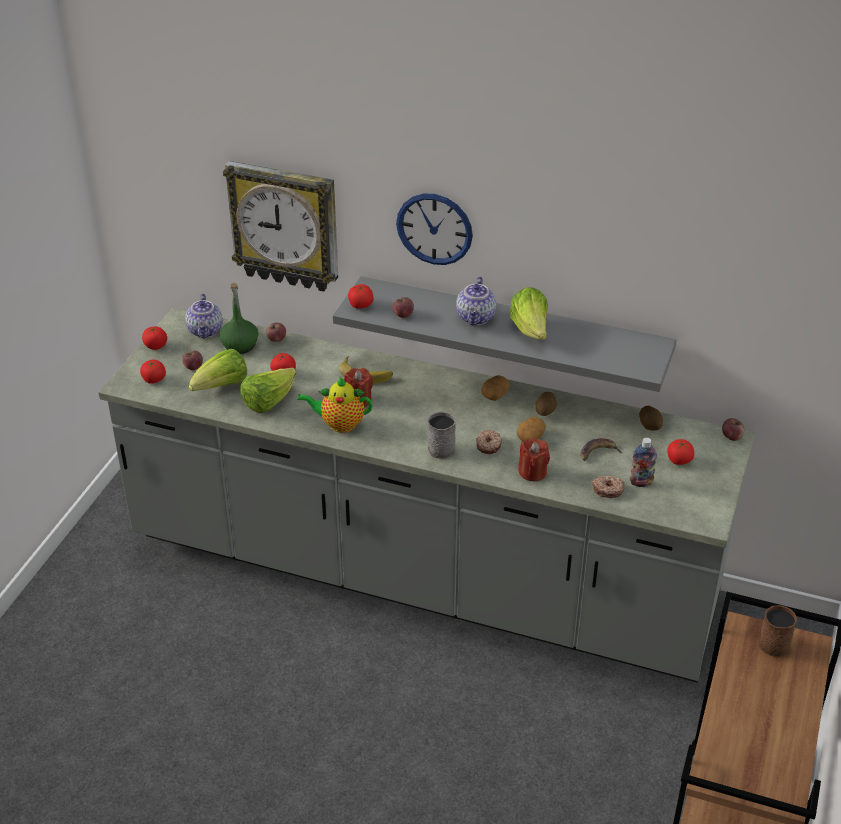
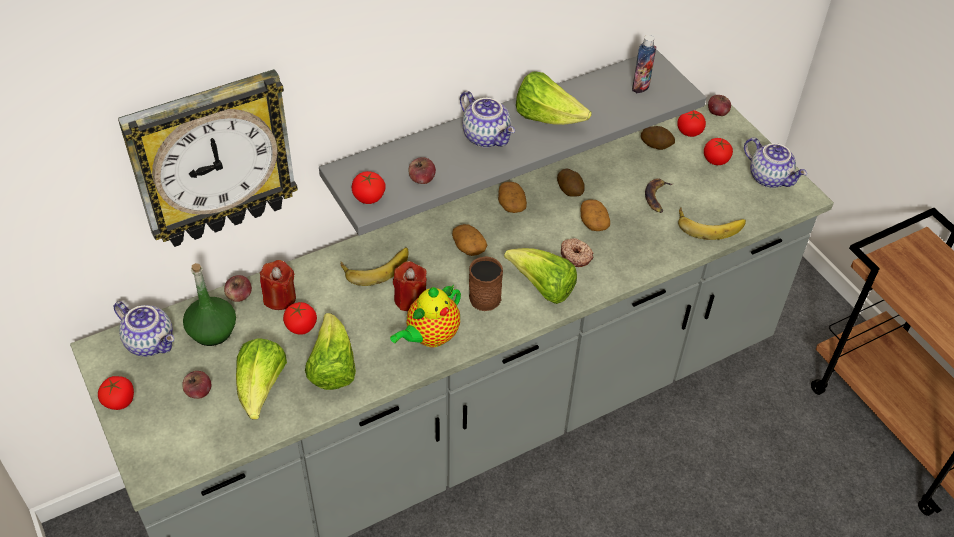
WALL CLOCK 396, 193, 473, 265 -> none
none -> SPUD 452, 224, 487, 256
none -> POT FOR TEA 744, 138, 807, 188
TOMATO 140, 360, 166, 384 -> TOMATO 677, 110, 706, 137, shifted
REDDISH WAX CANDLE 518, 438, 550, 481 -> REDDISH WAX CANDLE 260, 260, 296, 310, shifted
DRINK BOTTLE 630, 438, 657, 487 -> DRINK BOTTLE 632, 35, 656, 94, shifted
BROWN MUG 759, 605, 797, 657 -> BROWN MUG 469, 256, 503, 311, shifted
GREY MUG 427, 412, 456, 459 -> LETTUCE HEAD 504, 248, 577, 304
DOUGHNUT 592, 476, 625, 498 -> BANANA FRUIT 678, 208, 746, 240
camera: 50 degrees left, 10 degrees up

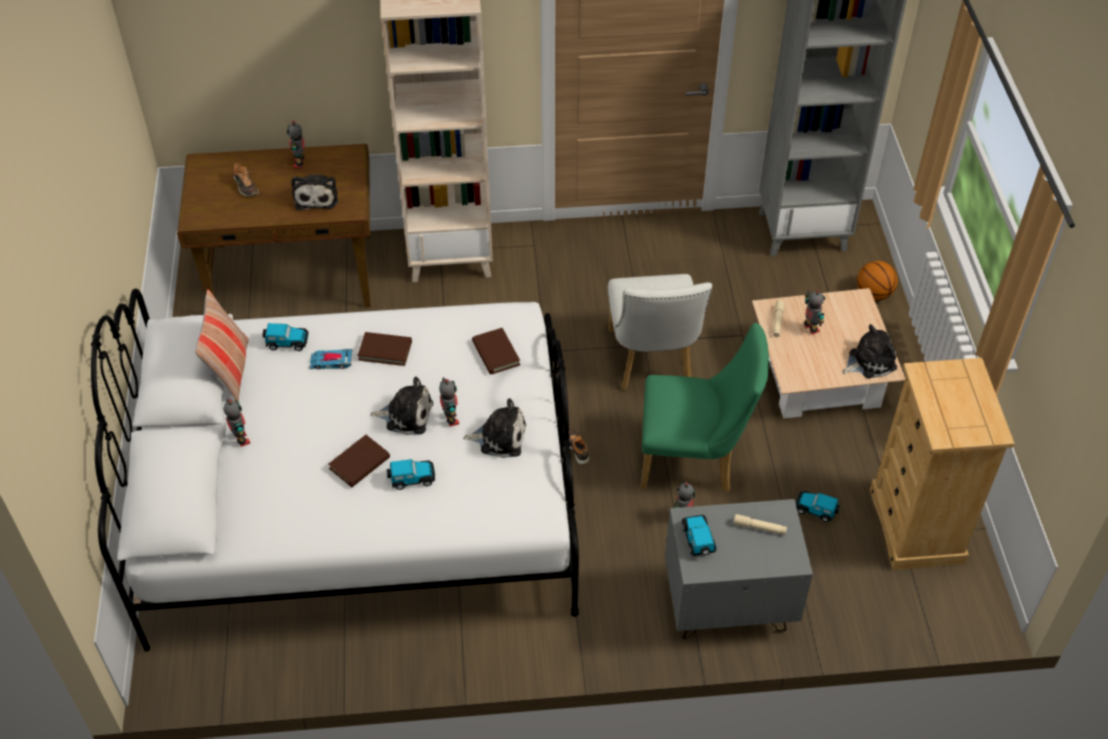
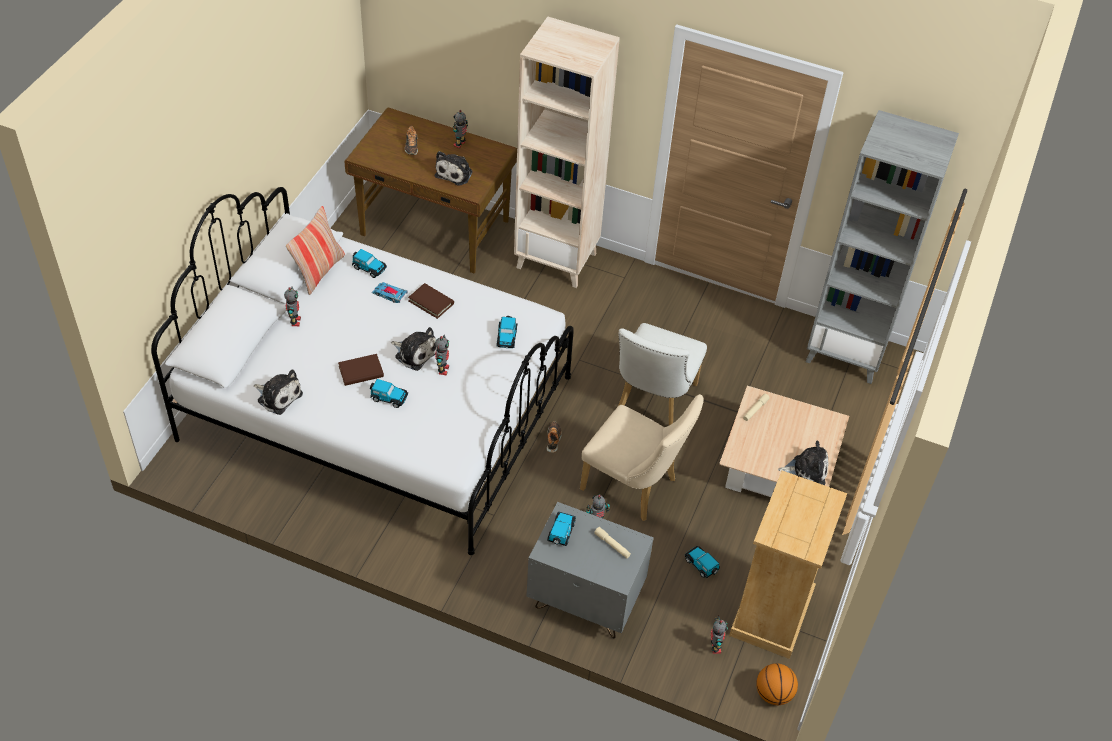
CUDDLY TOY 463, 398, 526, 458 -> CUDDLY TOY 253, 369, 303, 415, shifted
MODEL ROBOT 804, 290, 825, 335 -> MODEL ROBOT 711, 615, 728, 654, shifted
BASKETBALL 857, 261, 898, 301 -> BASKETBALL 756, 663, 798, 705, shifted
BROWN BOOK 472, 328, 520, 375 -> MODEL CAR 496, 316, 518, 348
GREENISH UPRIGHT CHAIR 641, 323, 769, 492 -> BEIGE-COLOURED UPRIGHT CHAIR 580, 394, 704, 521
camera: 25 degrees right, 0 degrees up

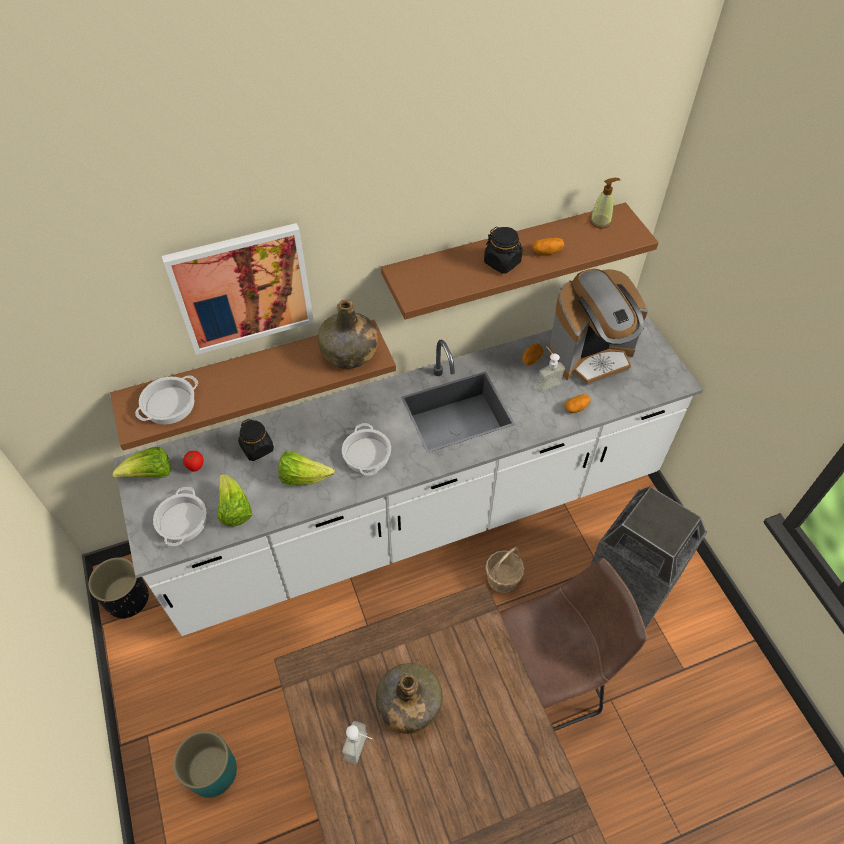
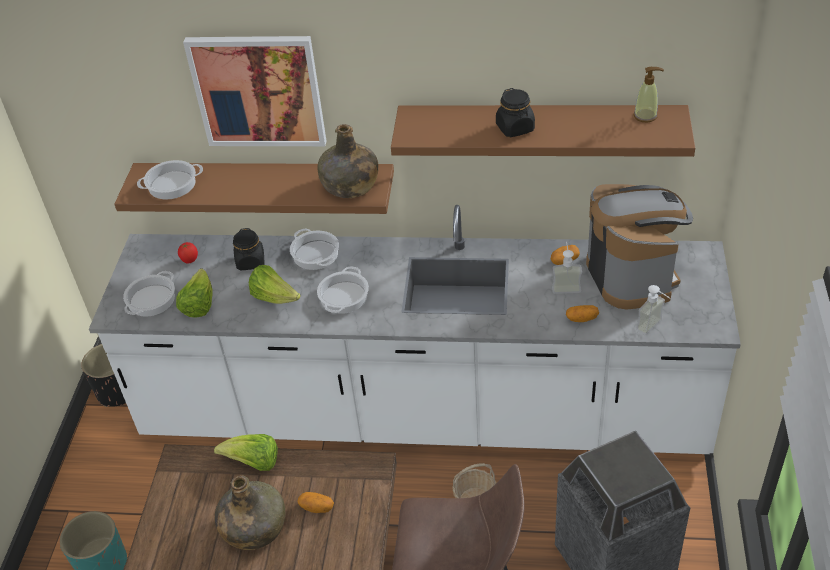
none -> SAUCEPOT 290, 228, 339, 270
LETTUCE HEAD 112, 447, 171, 478 -> LETTUCE HEAD 214, 434, 278, 471, shifted
LIQUID SOAP BOTTLE 342, 721, 373, 764 -> LIQUID SOAP BOTTLE 636, 285, 670, 335, shifted
SPUD 532, 238, 564, 255 -> SPUD 297, 492, 334, 513, shifted
COFFEE MACHINE 548, 269, 648, 386 -> COFFEE MACHINE 586, 184, 693, 310, 105 degrees counterclockwise
camera: 30 degrees right, 10 degrees down

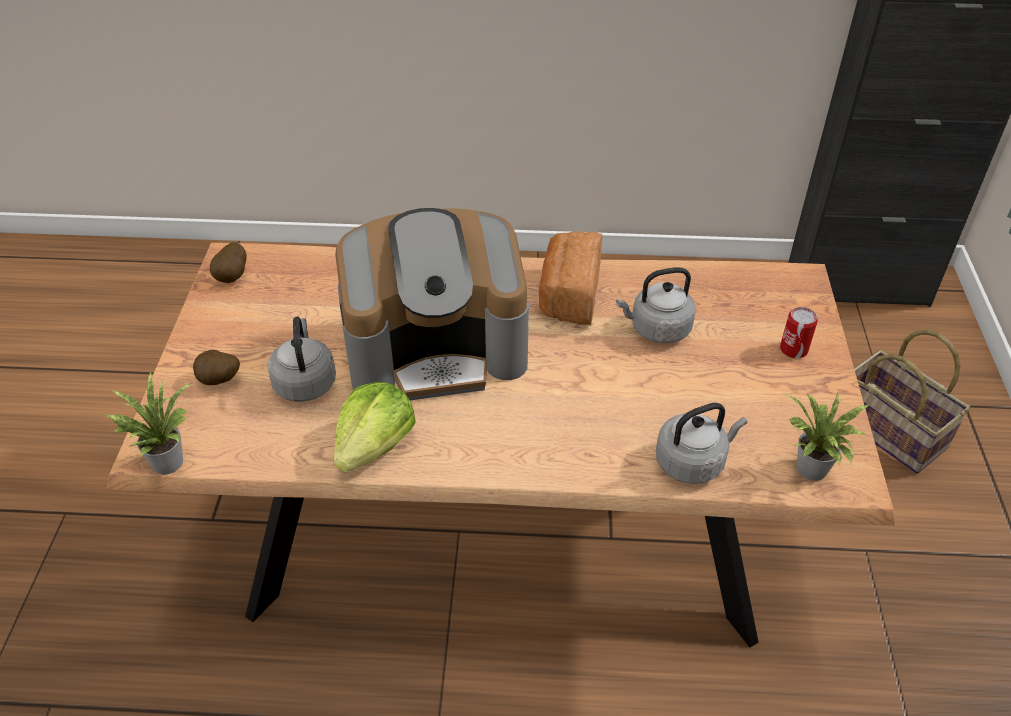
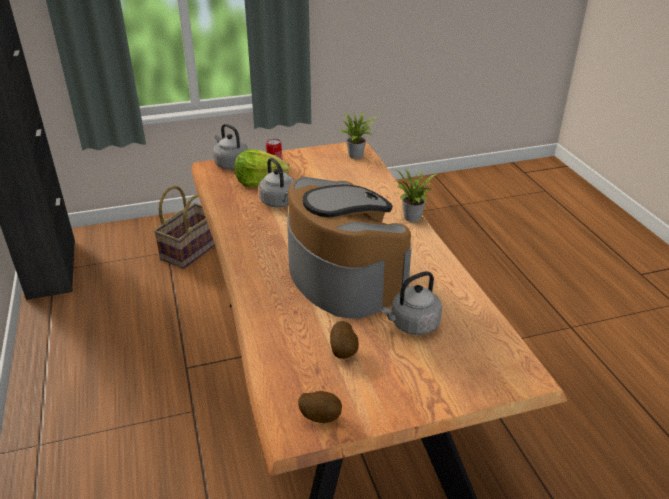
BREAD 539, 231, 602, 325 -> none
HOUSEPLANT 103, 372, 192, 475 -> HOUSEPLANT 392, 168, 437, 222, shifted
SPUD 193, 350, 240, 385 -> SPUD 330, 321, 359, 359, shifted
LETTUCE HEAD 333, 382, 416, 472 -> LETTUCE HEAD 235, 149, 290, 187, shifted
GREY TEA KETTLE 656, 403, 747, 484 -> GREY TEA KETTLE 213, 124, 248, 169, shifted
camera: 110 degrees left, 10 degrees down

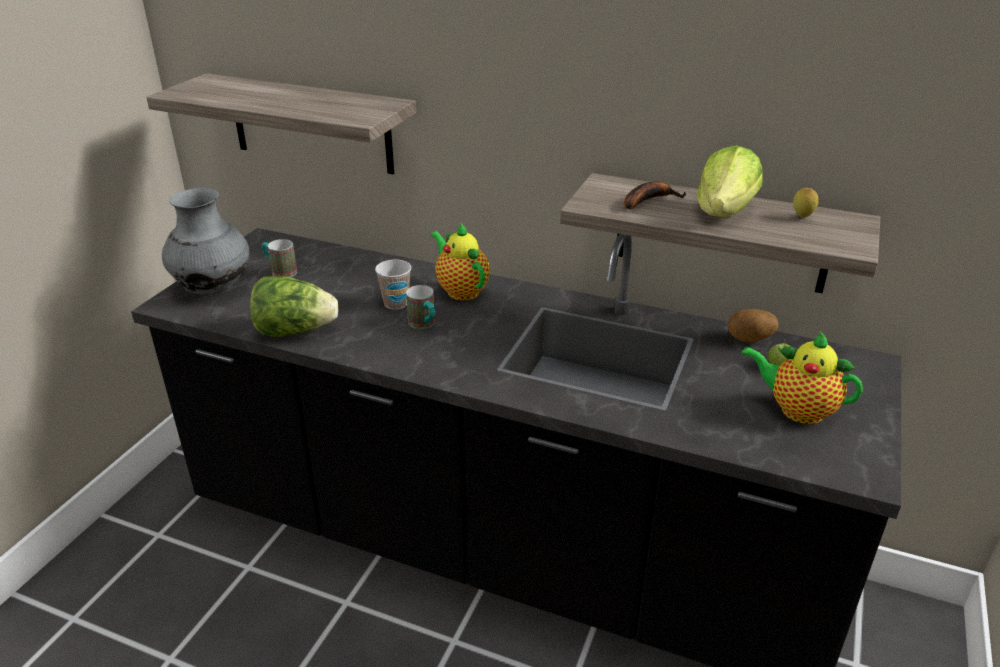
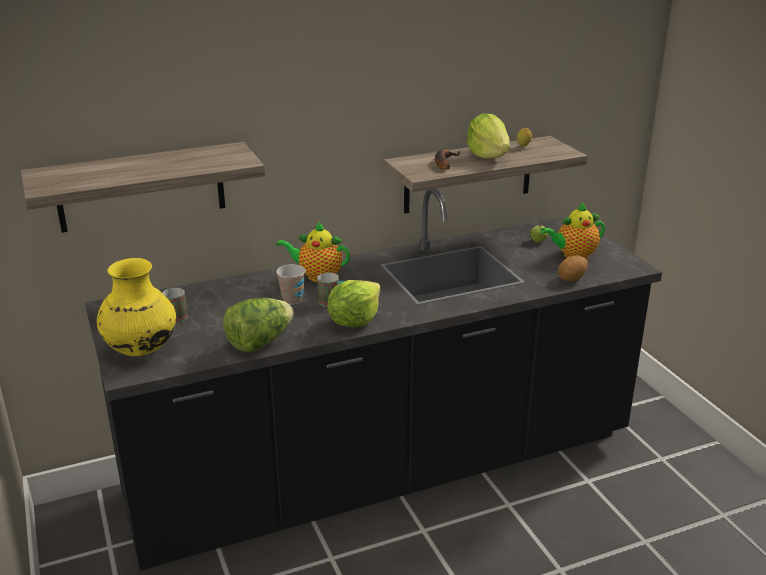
none -> LETTUCE HEAD 327, 280, 381, 327
SPUD 728, 309, 779, 343 -> SPUD 558, 255, 588, 282, shifted
GREY VASE 162, 188, 250, 294 -> YELLOWISH VASE 97, 258, 176, 356
camera: 45 degrees left, 5 degrees down

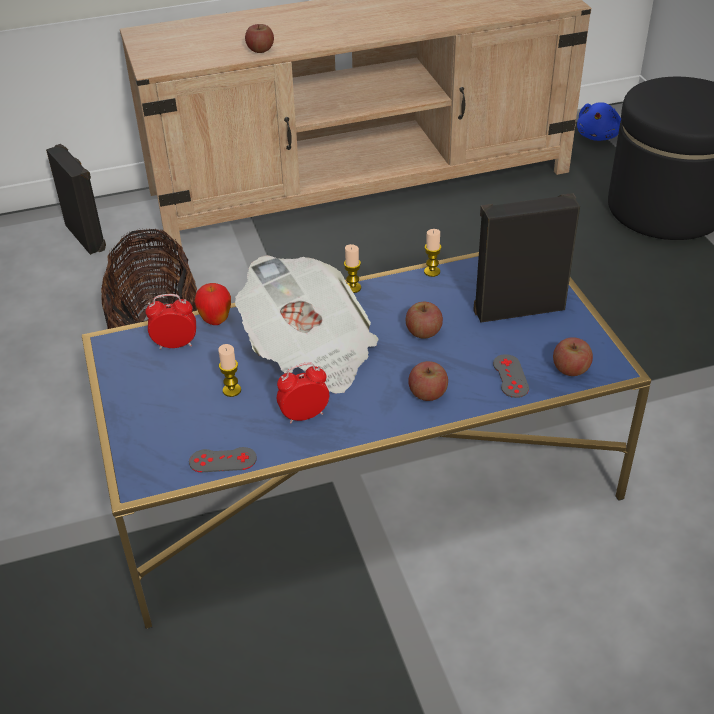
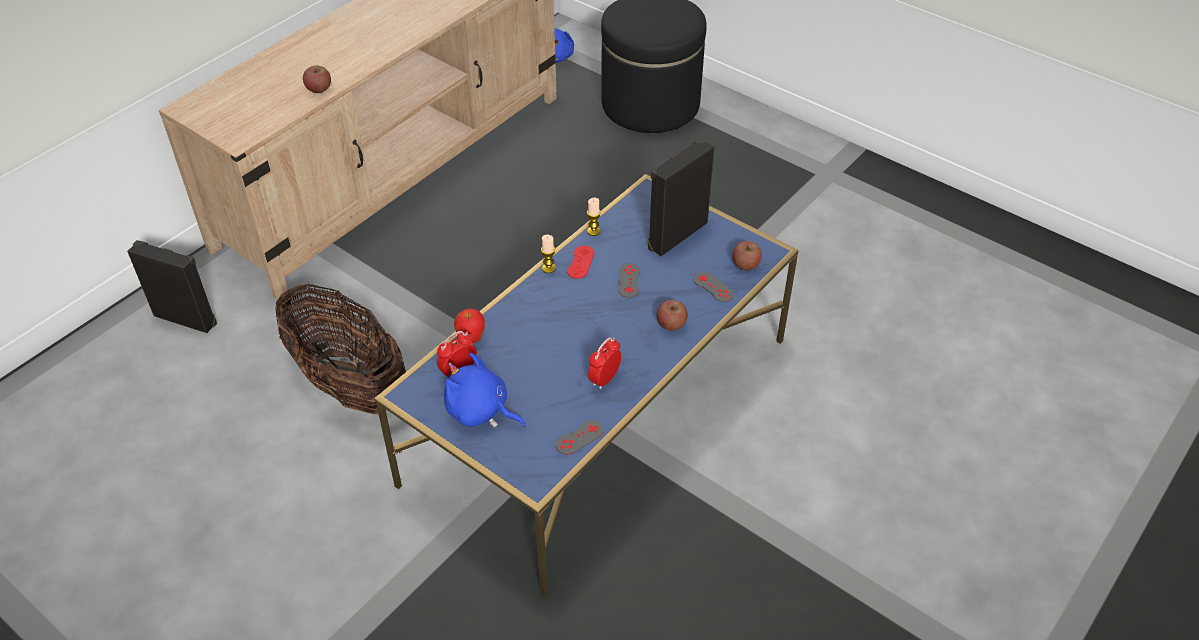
WAX CANDLE 218, 344, 241, 397 -> none
DAILY PAPER 235, 255, 379, 394 -> none
none -> BLUE-COLOURED CUDDLY TOY 444, 353, 526, 428
none -> REDDISH GAMEPAD 567, 246, 594, 279
WHOLE APPLE 405, 302, 443, 339 -> GREY GAMEPAD 618, 263, 640, 298
camera: 35 degrees left, 5 degrees up

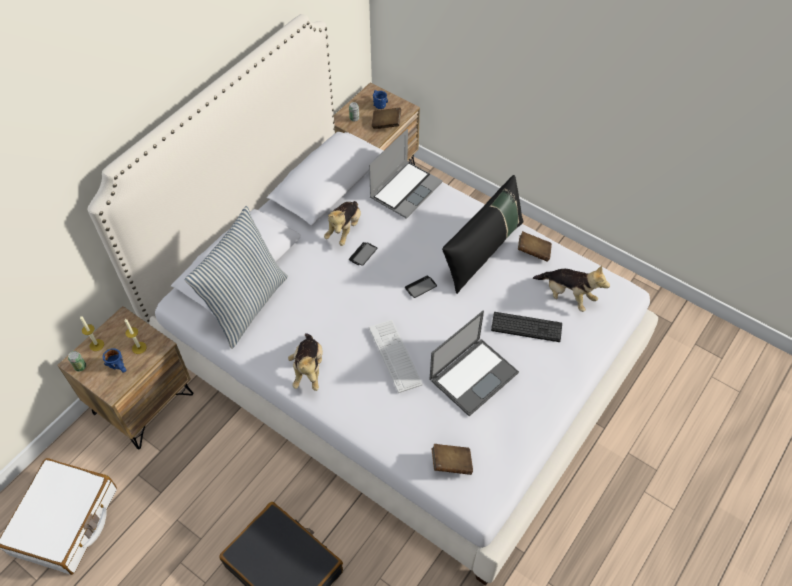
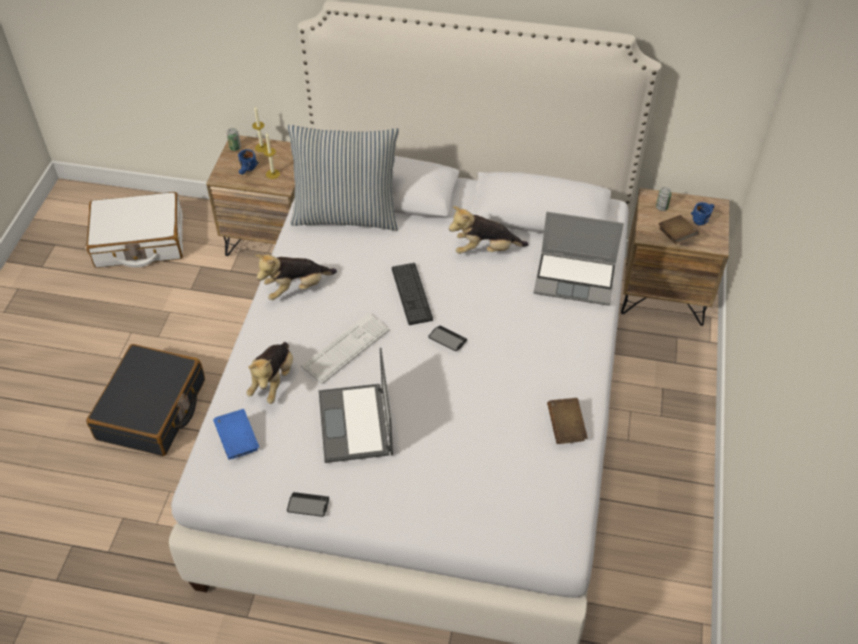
BLACK-COLOURED CUSHION 442, 175, 524, 294 -> none
TELEPHONE 349, 242, 378, 266 -> TELEPHONE 287, 492, 329, 517, shifted
COMPUTER KEYBOARD 491, 312, 562, 342 -> COMPUTER KEYBOARD 392, 263, 433, 325, shifted
CUDDLY TOY 533, 265, 610, 312 -> CUDDLY TOY 246, 342, 293, 404, shifted
BROWN BOOK 432, 444, 473, 475 -> BLUE-COLOURED BOOK 213, 409, 259, 459
LAPTOP 430, 311, 519, 416 -> LAPTOP 318, 348, 393, 463, 60 degrees clockwise
camera: 65 degrees right, 5 degrees down

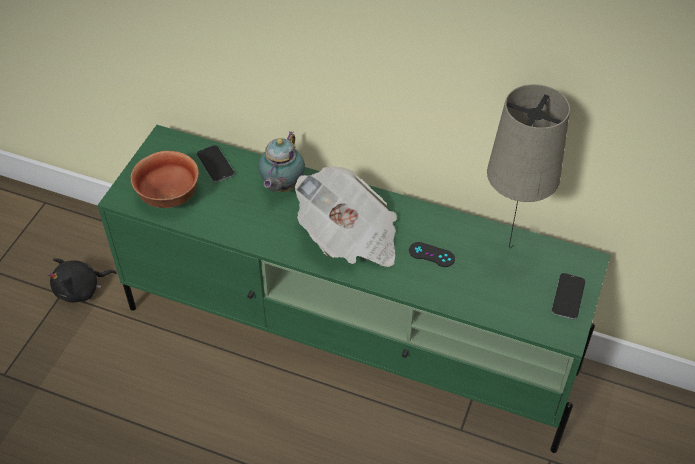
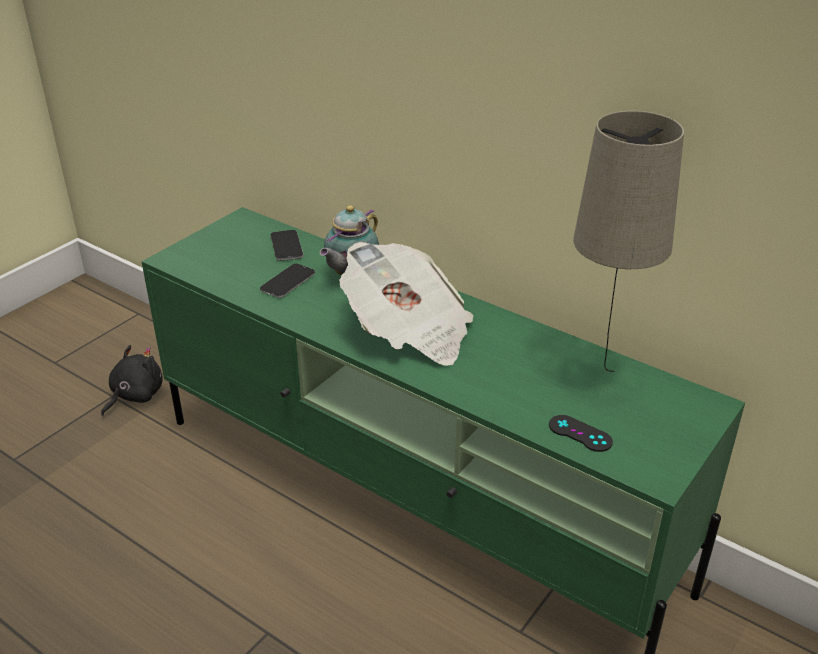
DEEP DISH 131, 151, 199, 208 -> none
BLACK-COLOURED GAMEPAD 409, 242, 455, 267 -> BLACK-COLOURED GAMEPAD 549, 415, 613, 452, shifted
TELEPHONE 552, 273, 585, 319 -> TELEPHONE 260, 264, 315, 298, shifted
BLACK-COLOURED CUDDLY TOY 48, 258, 116, 302 -> BLACK-COLOURED CUDDLY TOY 101, 345, 163, 416, 135 degrees clockwise
camera: 15 degrees right, 15 degrees down

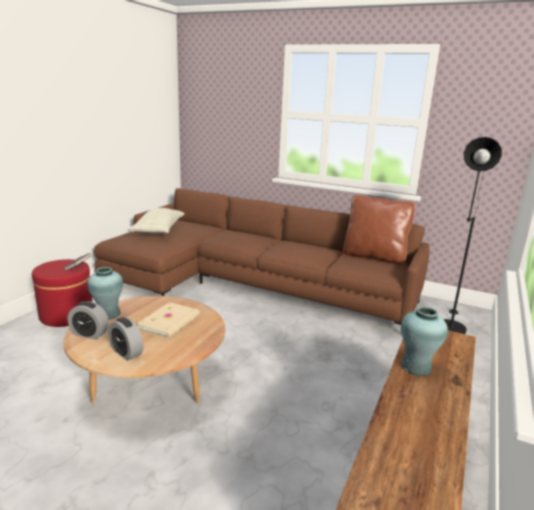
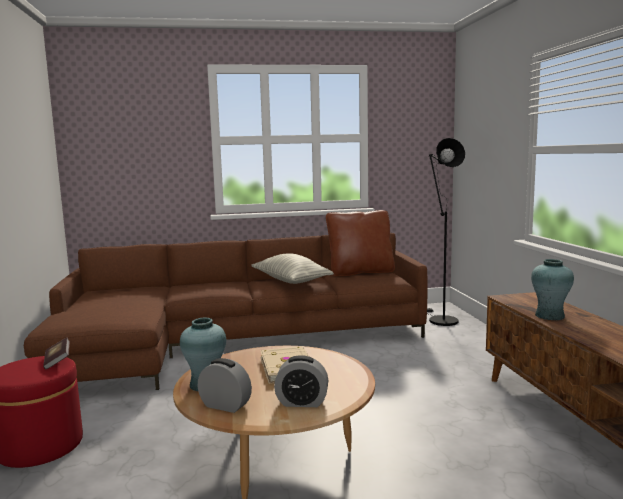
CUSHION 129, 208, 184, 234 -> CUSHION 251, 253, 334, 284, shifted
BEDSIDE CLOCK 68, 301, 109, 340 -> BEDSIDE CLOCK 198, 358, 252, 413, 135 degrees counterclockwise
camera: 35 degrees left, 10 degrees down

